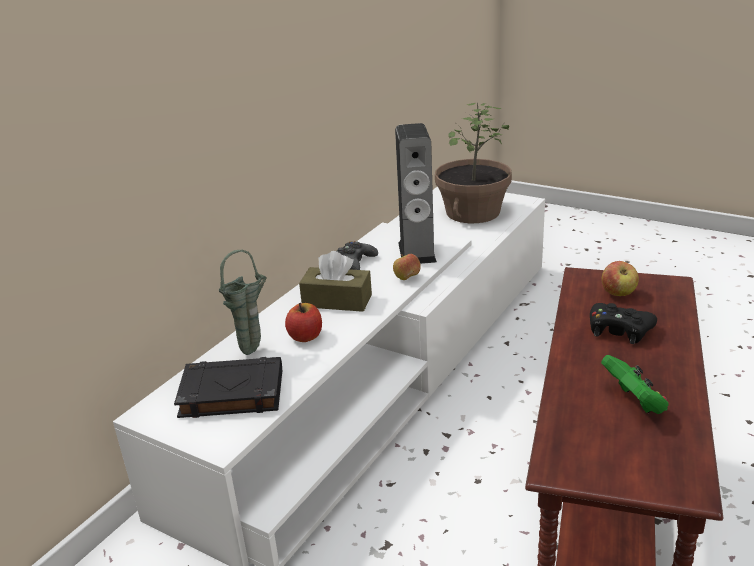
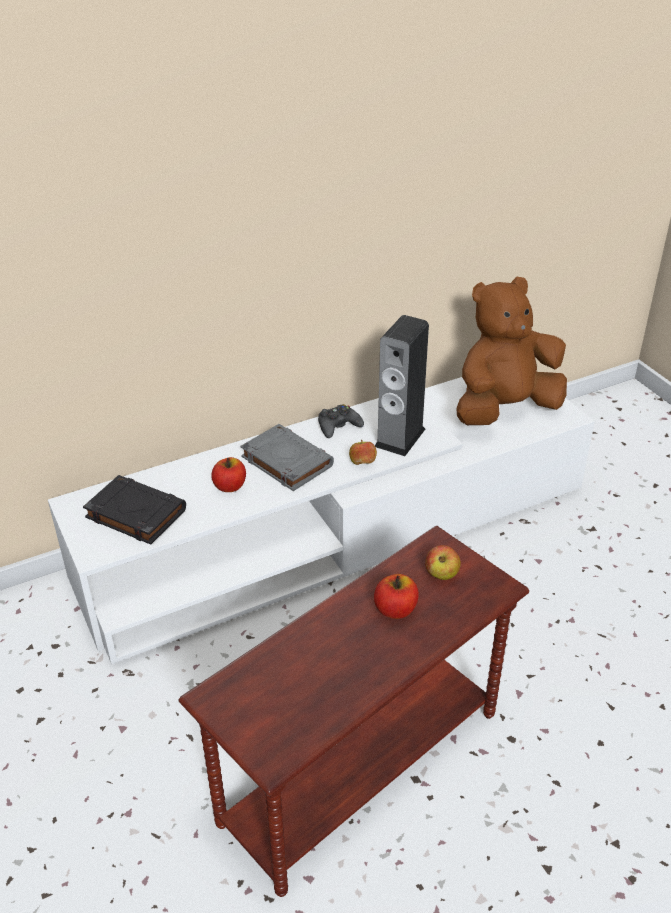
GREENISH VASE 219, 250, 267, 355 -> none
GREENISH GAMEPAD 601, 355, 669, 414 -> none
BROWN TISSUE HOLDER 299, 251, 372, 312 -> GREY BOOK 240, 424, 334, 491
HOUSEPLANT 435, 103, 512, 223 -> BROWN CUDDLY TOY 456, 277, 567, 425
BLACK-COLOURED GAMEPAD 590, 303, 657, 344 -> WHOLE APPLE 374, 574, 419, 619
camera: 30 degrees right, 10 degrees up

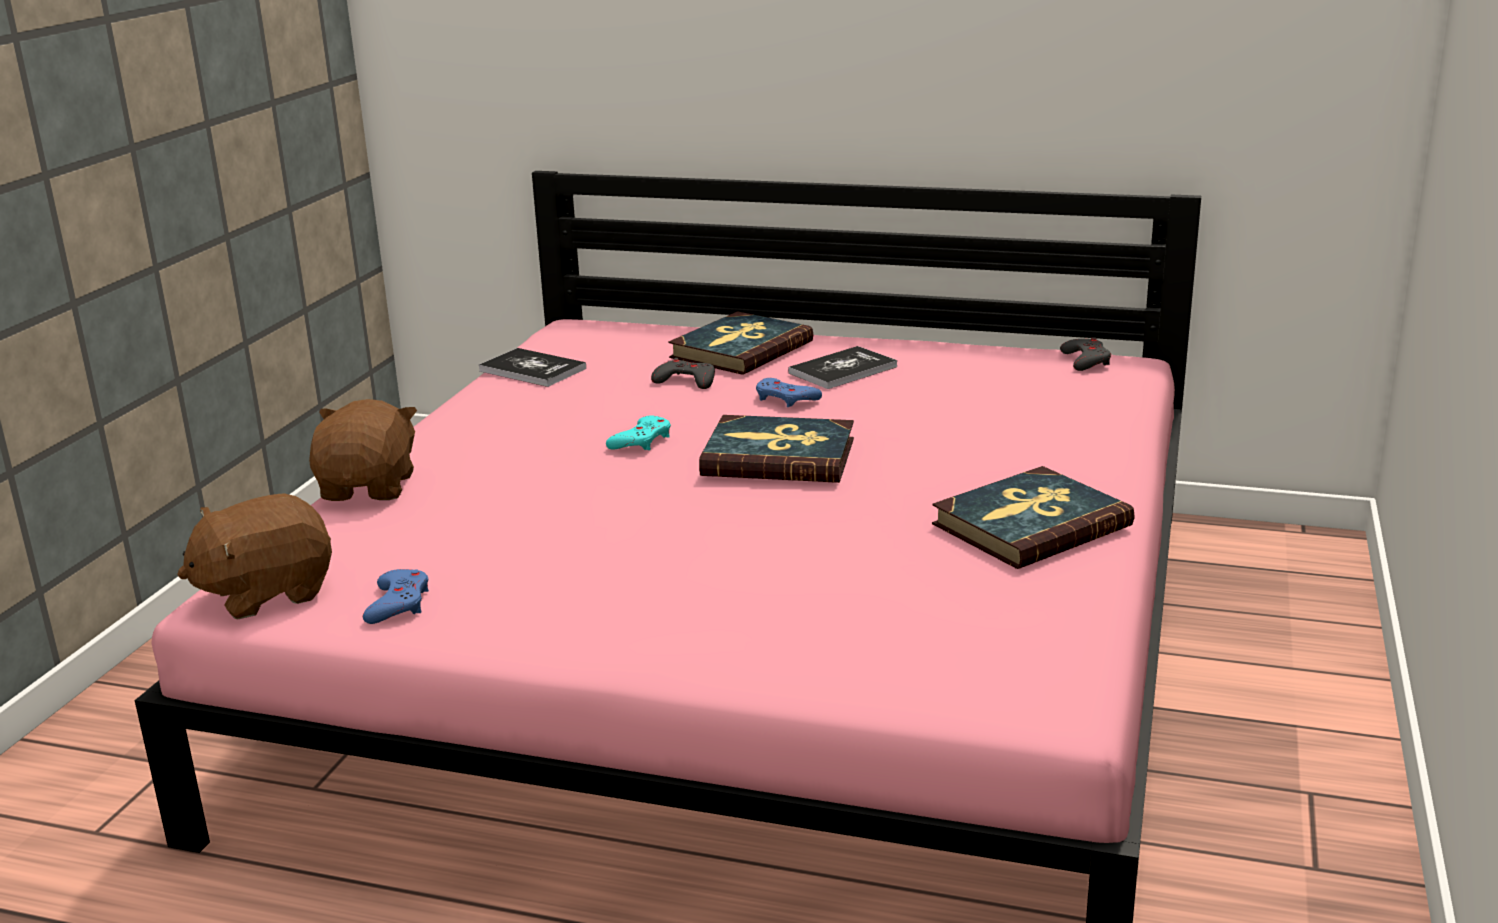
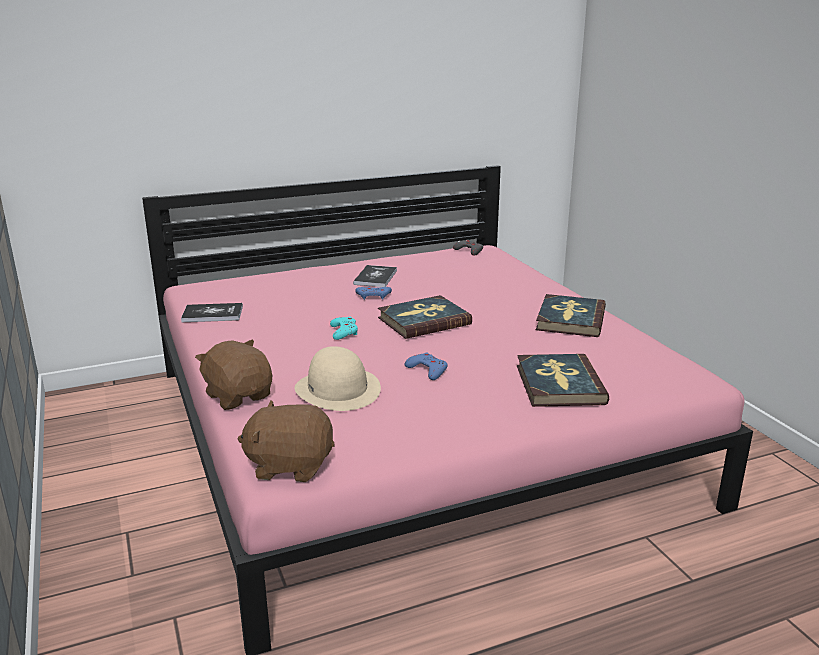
GREY GAMEPAD 651, 358, 715, 389 -> none
none -> BEIGE-COLOURED CLOTHING HAT 295, 346, 381, 411
BLUE-COLOURED GAMEPAD 363, 569, 429, 624 -> BLUE-COLOURED GAMEPAD 405, 352, 448, 380, shifted
BOOK 668, 311, 814, 375 -> BOOK 517, 354, 609, 407, shifted
BROWN CUDDLY TOY 177, 494, 332, 619 -> BROWN CUDDLY TOY 238, 400, 335, 482, 75 degrees clockwise
camera: 40 degrees left, 0 degrees up

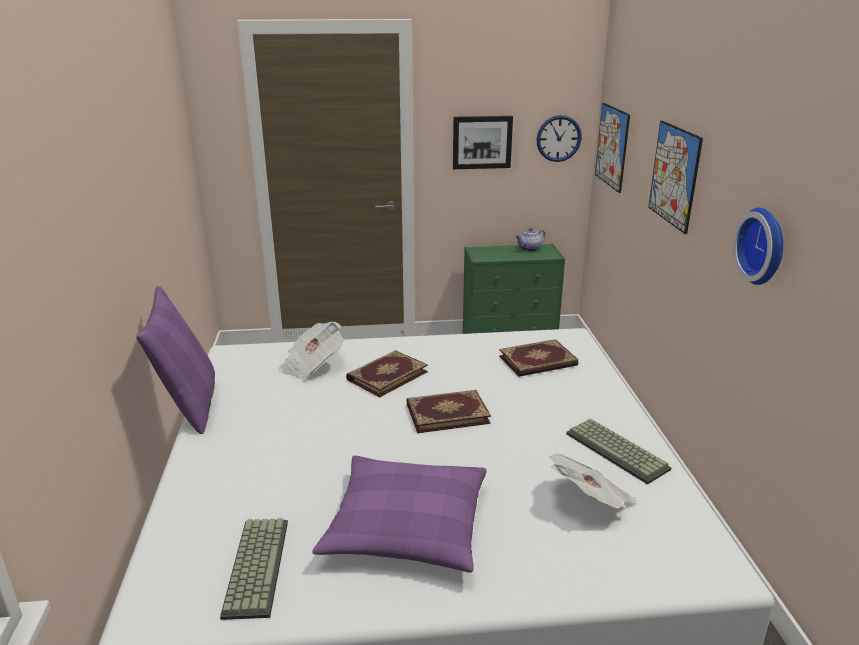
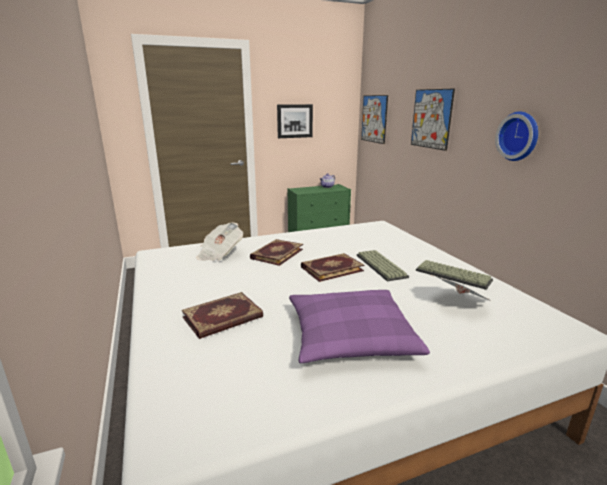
PURPLE-COLOURED CUSHION 137, 286, 215, 434 -> none
WALL CLOCK 536, 115, 582, 162 -> none
COMPUTER KEYBOARD 220, 518, 288, 620 -> COMPUTER KEYBOARD 357, 250, 409, 281, shifted
BOOK 499, 339, 578, 377 -> BOOK 182, 292, 263, 339, shifted
camera: 15 degrees left, 5 degrees down

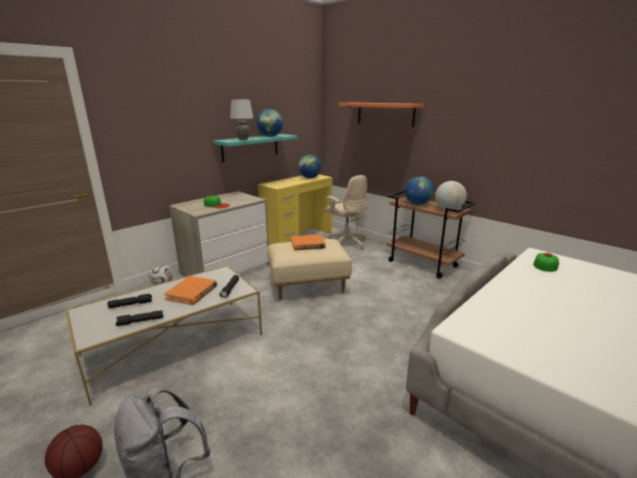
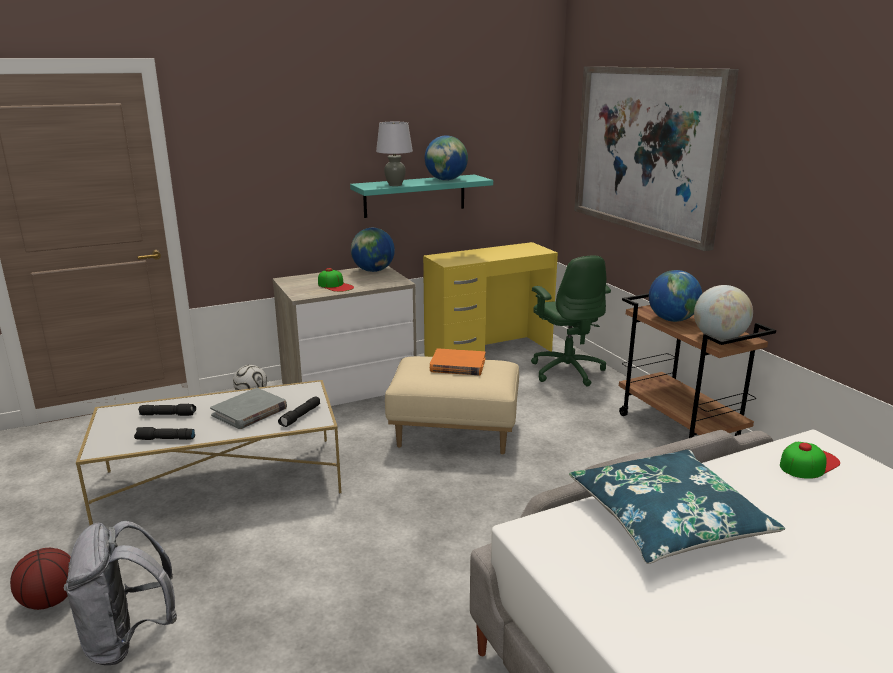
none -> BLUE-COLOURED CUSHION 569, 449, 785, 564
WORLD GLOBE 298, 154, 322, 178 -> WORLD GLOBE 351, 228, 395, 272, shifted
ORANGE-COLOURED WALL SHELF 339, 102, 424, 127 -> PICTURE 574, 66, 739, 251
ORANGE-COLOURED BOOK 164, 276, 217, 305 -> GREY BOOK 210, 388, 287, 429
BEIGE-COLOURED OFFICE CHAIR 325, 175, 368, 250 -> GREENISH OFFICE CHAIR 531, 255, 611, 387
camera: 20 degrees right, 0 degrees up

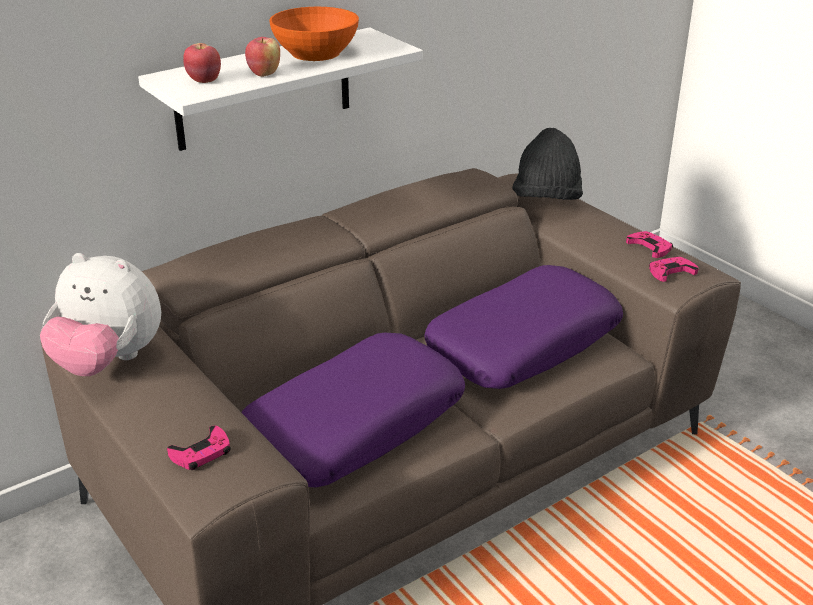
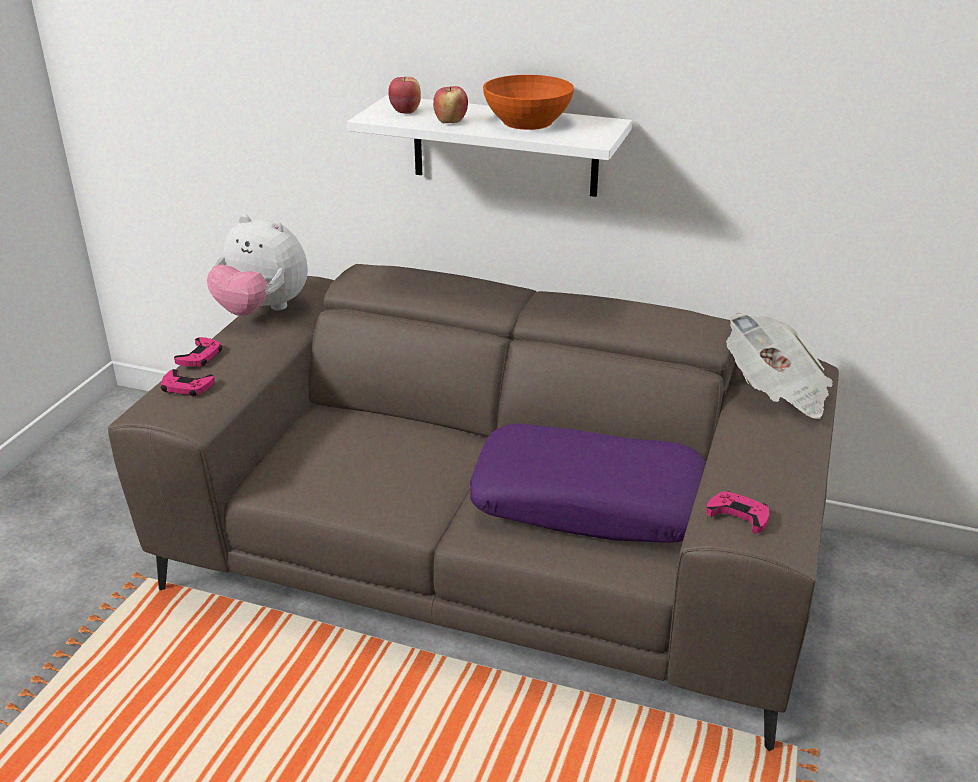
PURPLE-COLOURED CUSHION 241, 333, 465, 487 -> none
PINKISH GAMEPAD 626, 231, 673, 258 -> PINKISH GAMEPAD 174, 337, 222, 366, shifted
BLACK-COLOURED CLOTHING HAT 512, 128, 583, 200 -> DAILY PAPER 726, 313, 833, 419
CUDDLY TOY 40, 253, 161, 376 -> CUDDLY TOY 207, 215, 308, 316, 45 degrees counterclockwise
camera: 55 degrees right, 0 degrees up

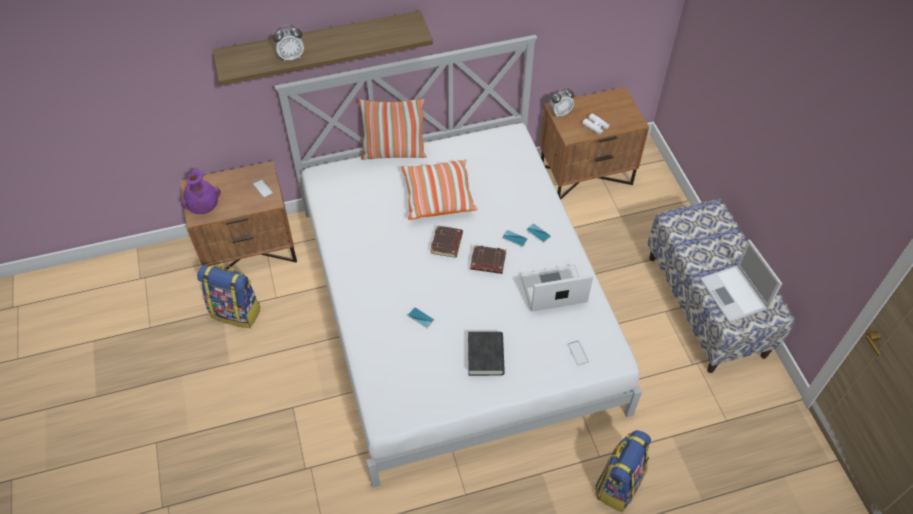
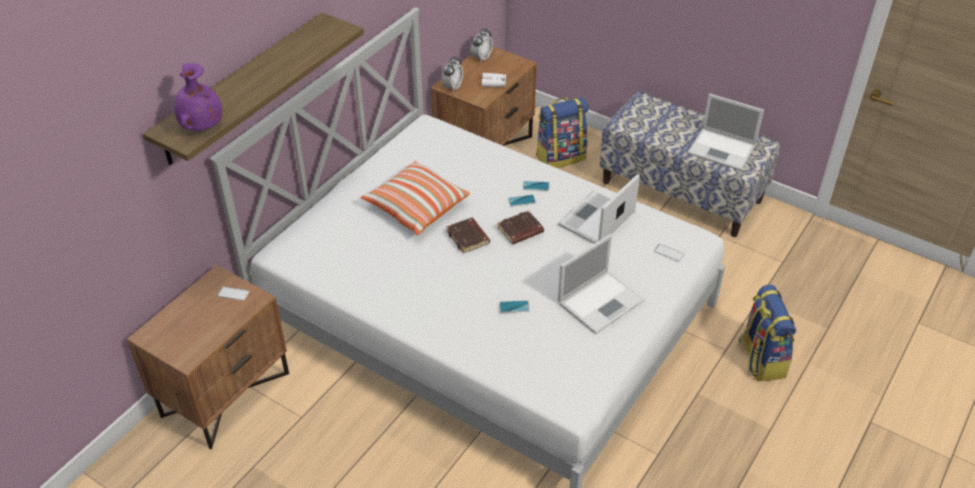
CUSHION 358, 99, 427, 160 -> none
PURPLE-COLOURED VASE 181, 169, 221, 214 -> PURPLE-COLOURED VASE 174, 63, 222, 131, shifted
BACKPACK 197, 264, 261, 328 -> BACKPACK 536, 97, 589, 168, shifted
BEDSIDE CLOCK 273, 25, 304, 61 -> BEDSIDE CLOCK 470, 28, 493, 62, shifted
BLACK-COLOURED BOOK 468, 332, 505, 376 -> LAPTOP 558, 234, 644, 334
camera: 40 degrees left, 10 degrees down

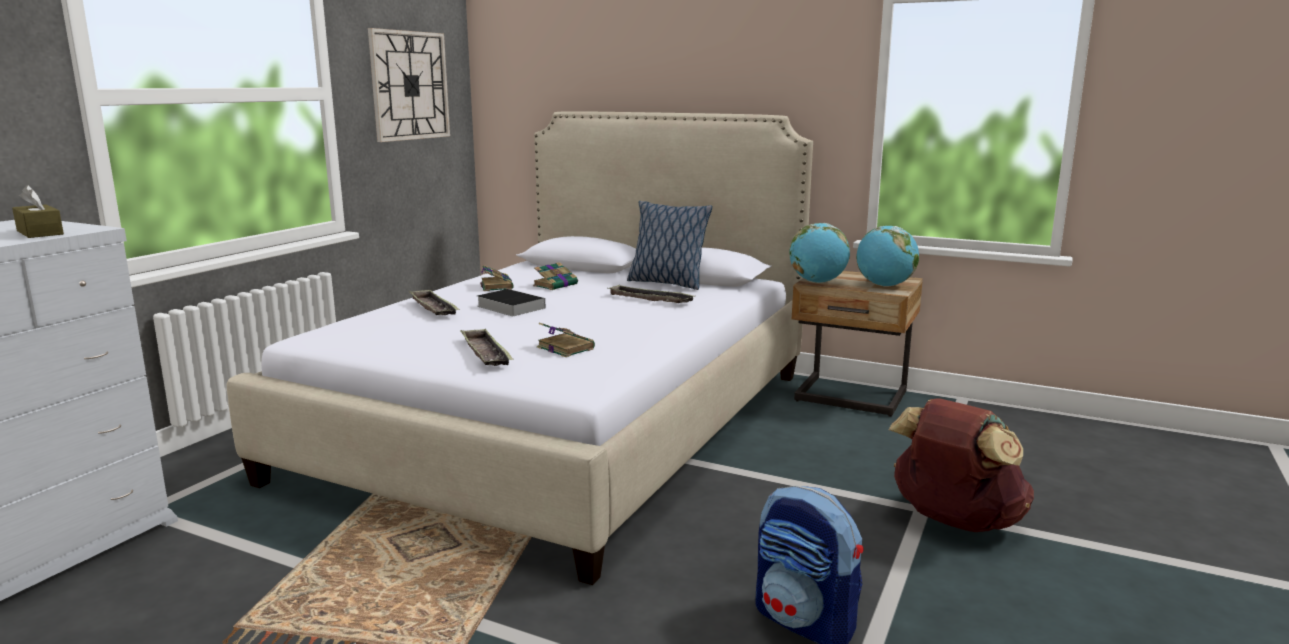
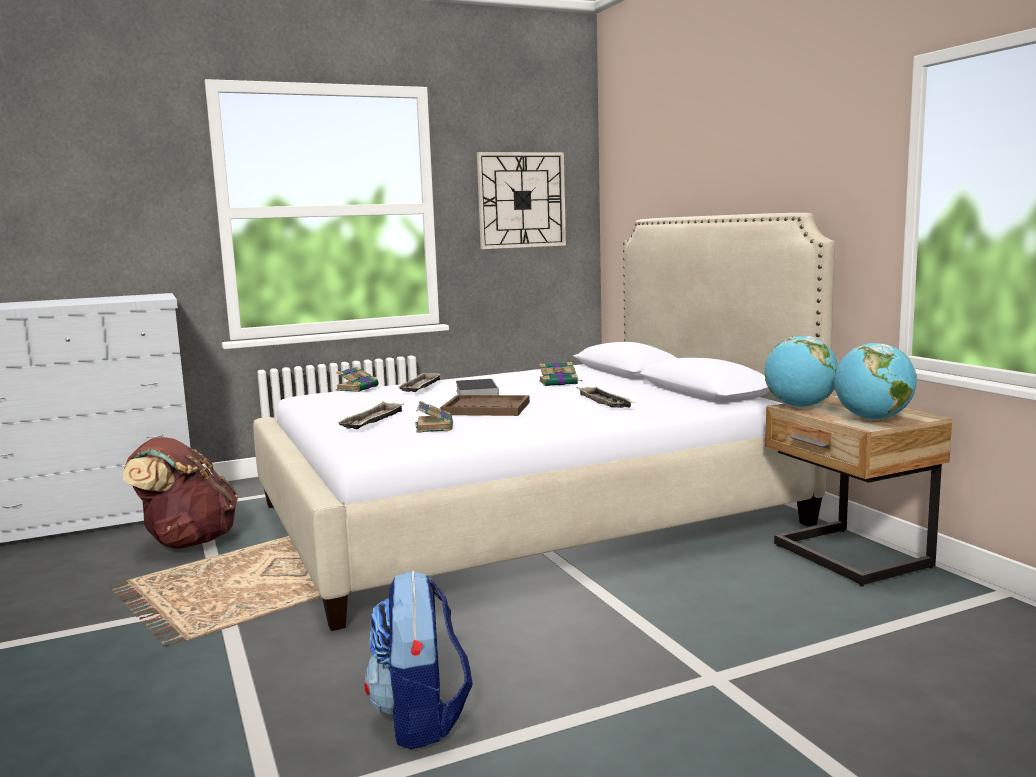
BROWN TISSUE HOLDER 12, 185, 64, 238 -> none
CUSHION 627, 201, 712, 290 -> none
none -> BROWN CARRYING TRAY 440, 395, 530, 416
BOOK 480, 265, 514, 291 -> BOOK 336, 367, 379, 392, shifted
BROWN BACKPACK 889, 398, 1034, 532 -> BROWN BACKPACK 123, 437, 238, 549, shifted
camera: 40 degrees right, 5 degrees down

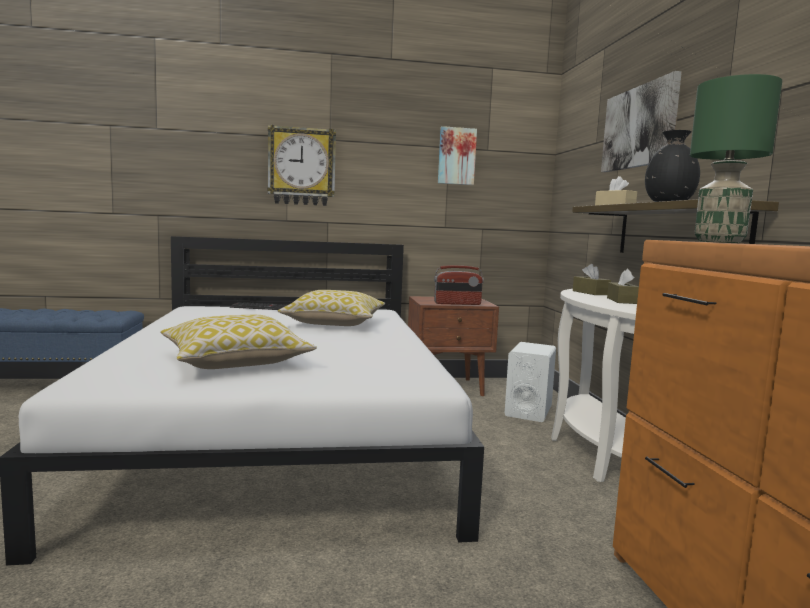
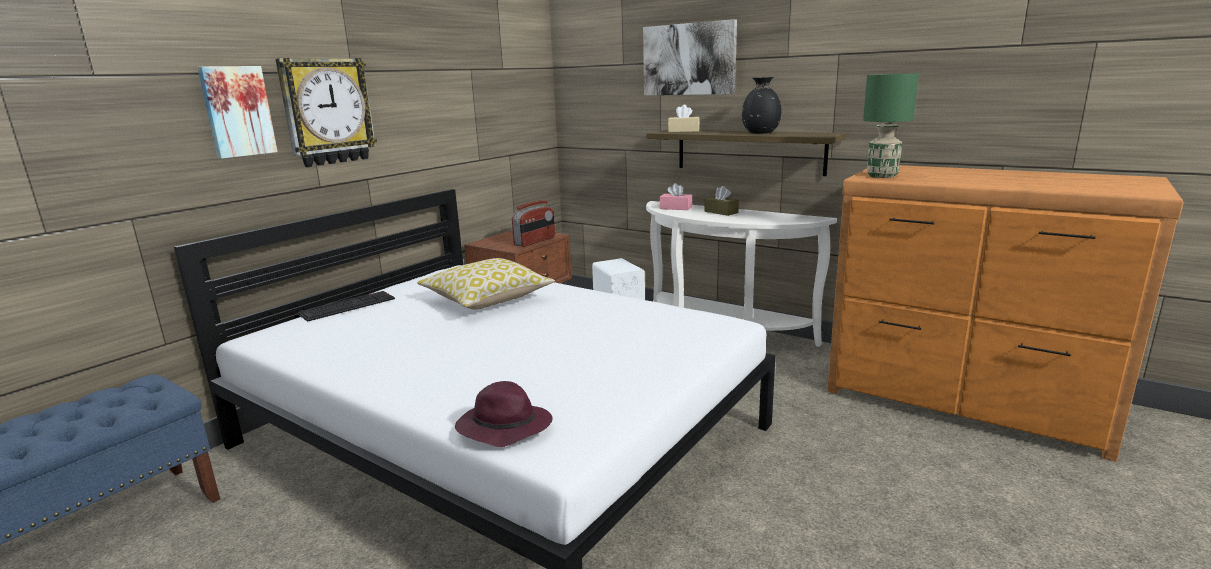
CUSHION 160, 315, 317, 369 -> none
none -> PURPLE-COLOURED CLOTHING HAT 455, 381, 553, 447
PICTURE 438, 126, 477, 185 -> PICTURE 197, 66, 278, 159, shifted
BROWN TISSUE HOLDER 573, 264, 611, 295 -> PINKISH TISSUE HOLDER 660, 183, 692, 210
camera: 45 degrees left, 10 degrees up

